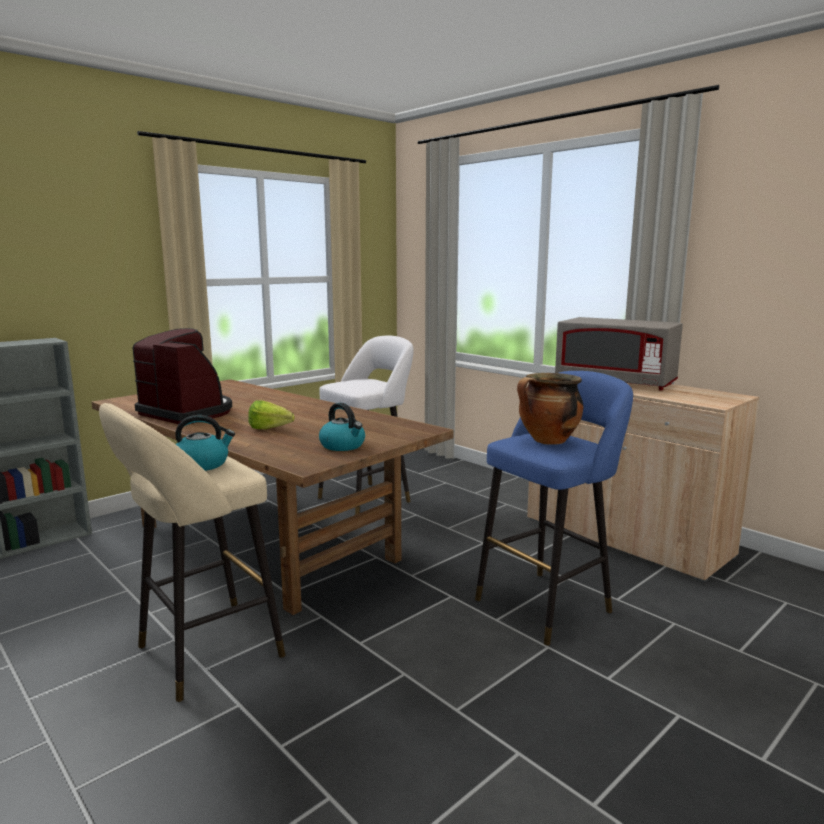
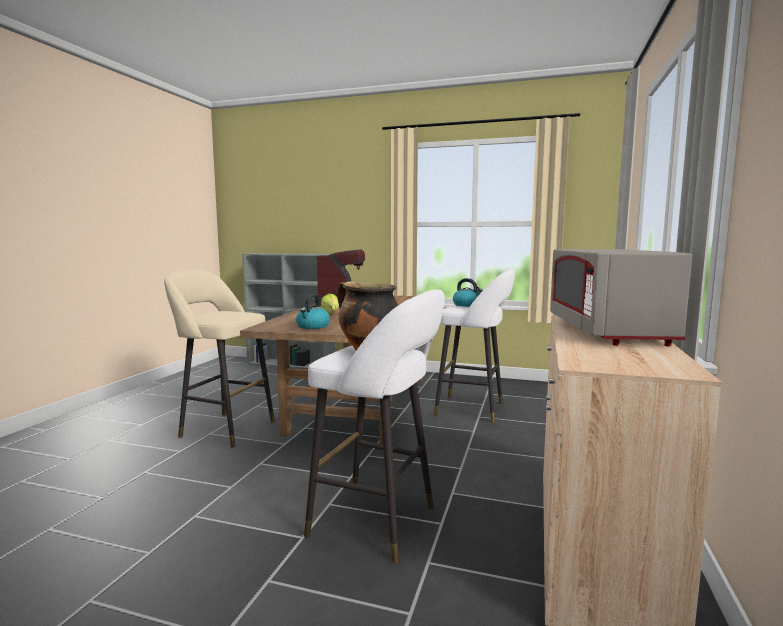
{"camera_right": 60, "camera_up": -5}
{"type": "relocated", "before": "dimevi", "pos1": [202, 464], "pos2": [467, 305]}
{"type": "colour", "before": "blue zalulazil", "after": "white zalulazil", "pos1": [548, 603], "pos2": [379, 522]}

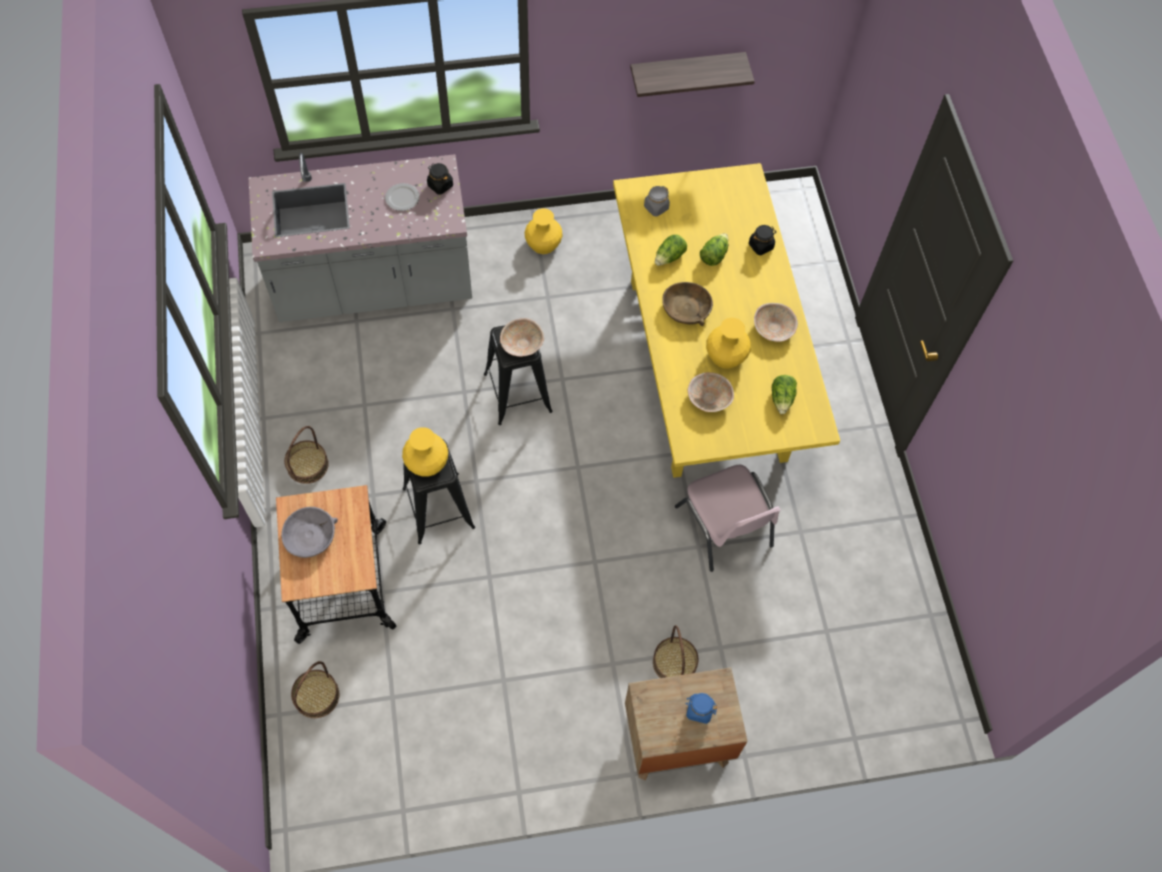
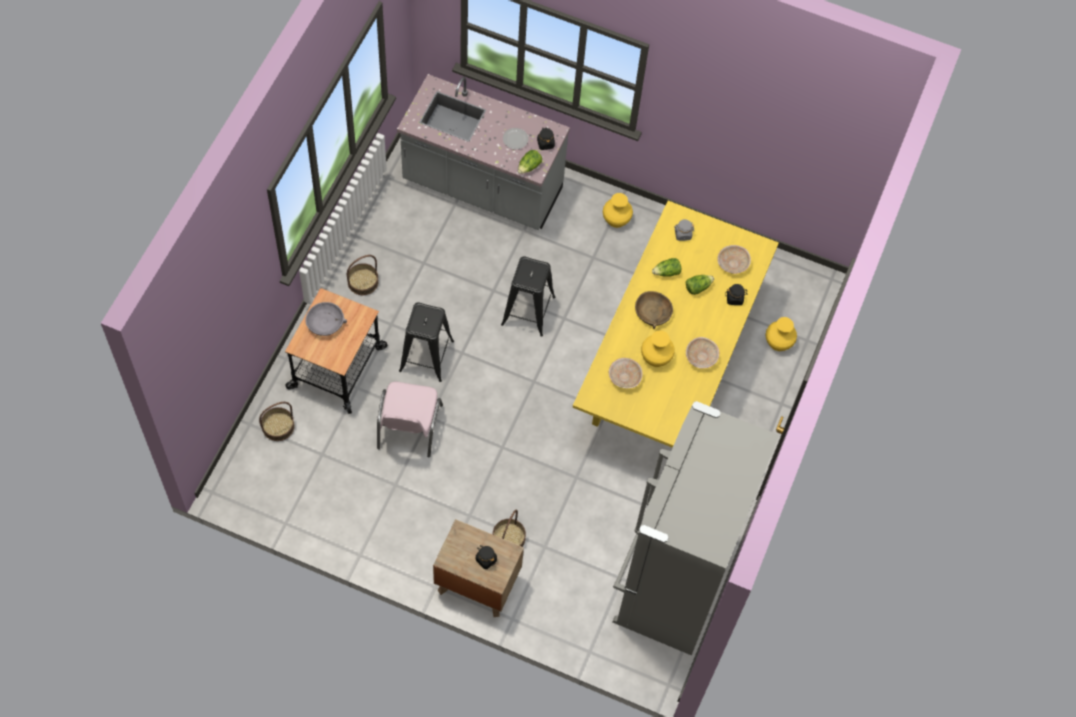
{"camera_right": 30, "camera_up": 0}
{"type": "missing", "before": "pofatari", "pos1": [686, 71]}
{"type": "appeared", "after": "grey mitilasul", "pos2": [672, 580]}
{"type": "relocated", "before": "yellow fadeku", "pos1": [427, 462], "pos2": [778, 341]}
{"type": "relocated", "before": "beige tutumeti", "pos1": [521, 344], "pos2": [732, 264]}
{"type": "relocated", "before": "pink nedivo", "pos1": [725, 527], "pos2": [408, 427]}
{"type": "relocated", "before": "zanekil", "pos1": [782, 399], "pos2": [529, 167]}
{"type": "colour", "before": "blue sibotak", "after": "black sibotak", "pos1": [699, 710], "pos2": [486, 559]}

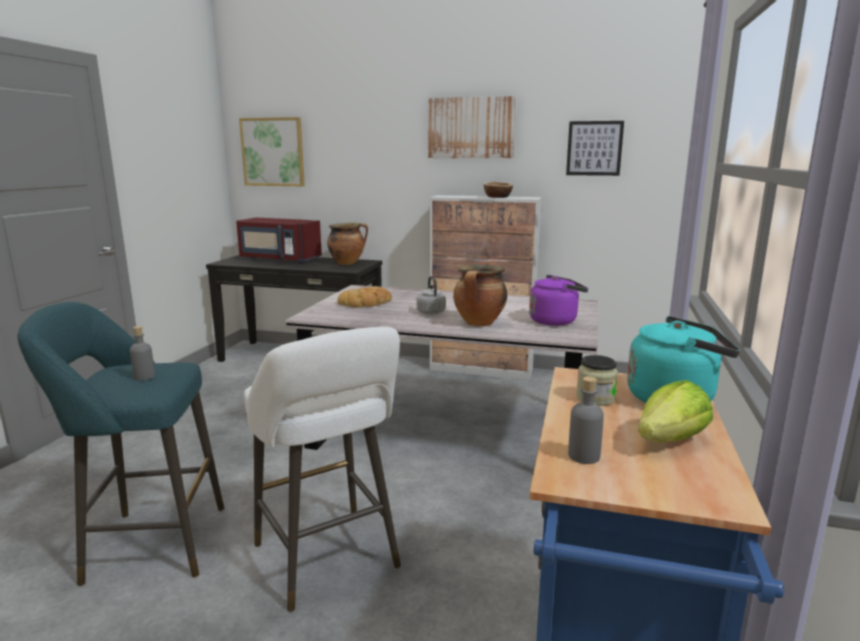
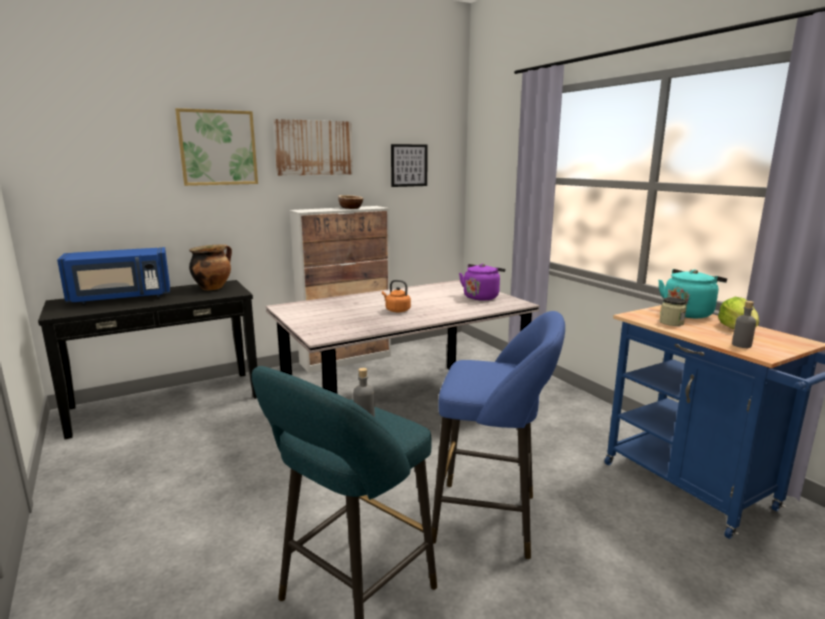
{"camera_right": -45, "camera_up": 0}
{"type": "missing", "before": "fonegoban", "pos1": [366, 303]}
{"type": "missing", "before": "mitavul", "pos1": [479, 323]}
{"type": "relocated", "before": "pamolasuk", "pos1": [273, 152], "pos2": [218, 148]}
{"type": "colour", "before": "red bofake", "after": "blue bofake", "pos1": [279, 259], "pos2": [121, 298]}
{"type": "colour", "before": "white zalulazil", "after": "blue zalulazil", "pos1": [329, 560], "pos2": [492, 519]}
{"type": "colour", "before": "grey dimevi", "after": "orange dimevi", "pos1": [430, 312], "pos2": [396, 310]}

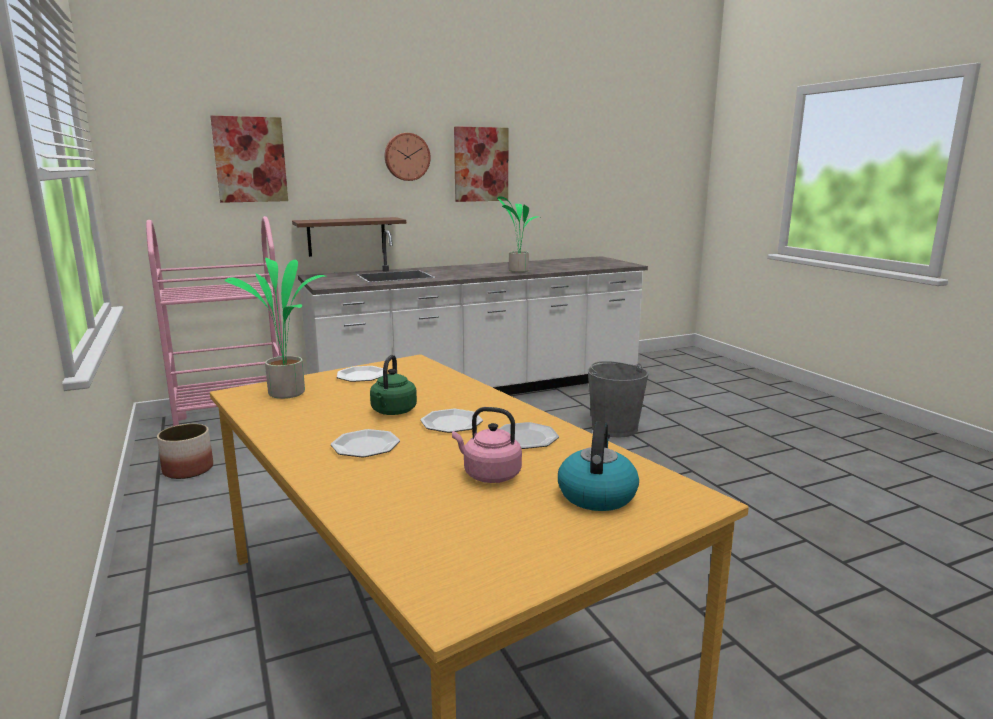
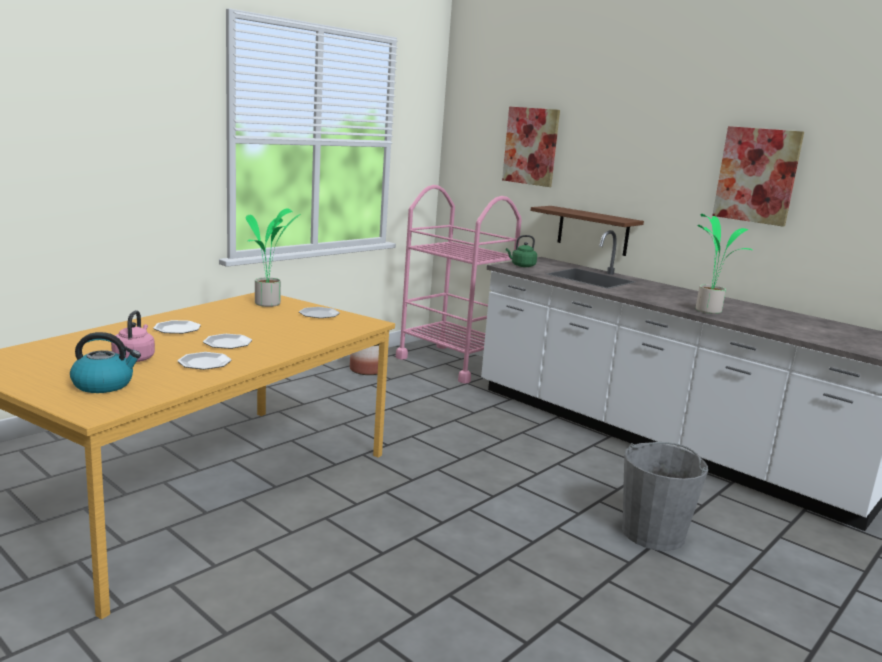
{"camera_right": 65, "camera_up": 0}
{"type": "missing", "before": "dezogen", "pos1": [406, 157]}
{"type": "relocated", "before": "green dimevi", "pos1": [393, 412], "pos2": [521, 266]}

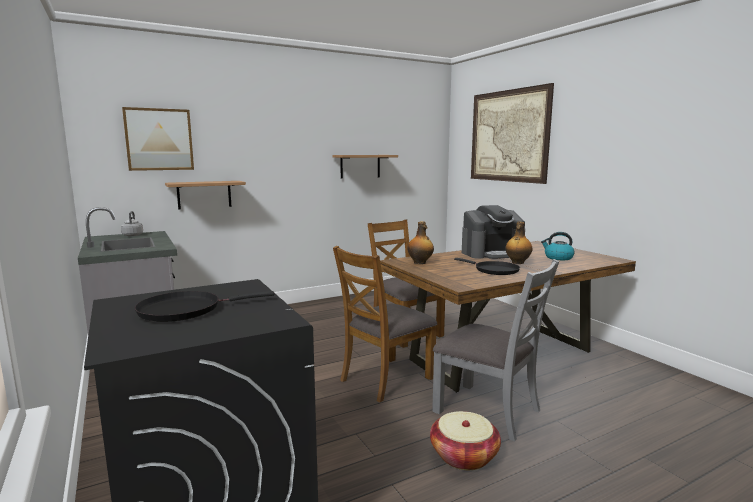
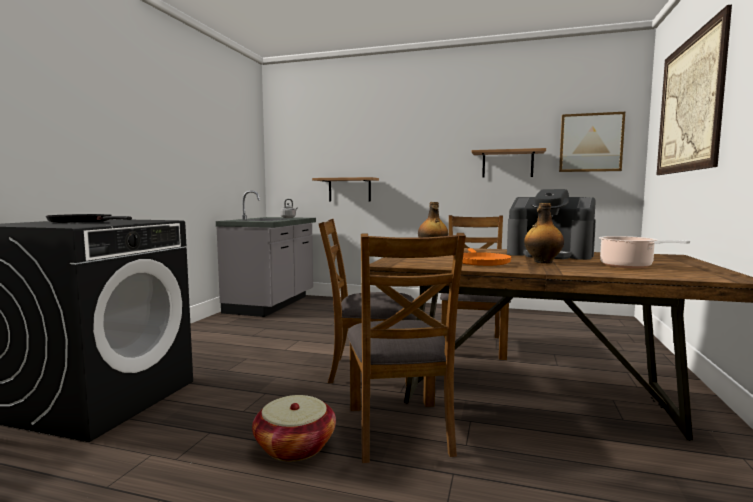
{"camera_right": 45, "camera_up": -5}
{"type": "relocated", "before": "pamolasuk", "pos1": [159, 139], "pos2": [590, 142]}
{"type": "exchanged", "before": "dimevi", "after": "mitavul", "pos1": [558, 258], "pos2": [629, 266]}
{"type": "colour", "before": "grey nedivo", "after": "brown nedivo", "pos1": [488, 410], "pos2": [400, 429]}
{"type": "colour", "before": "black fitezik", "after": "orange fitezik", "pos1": [494, 270], "pos2": [480, 262]}

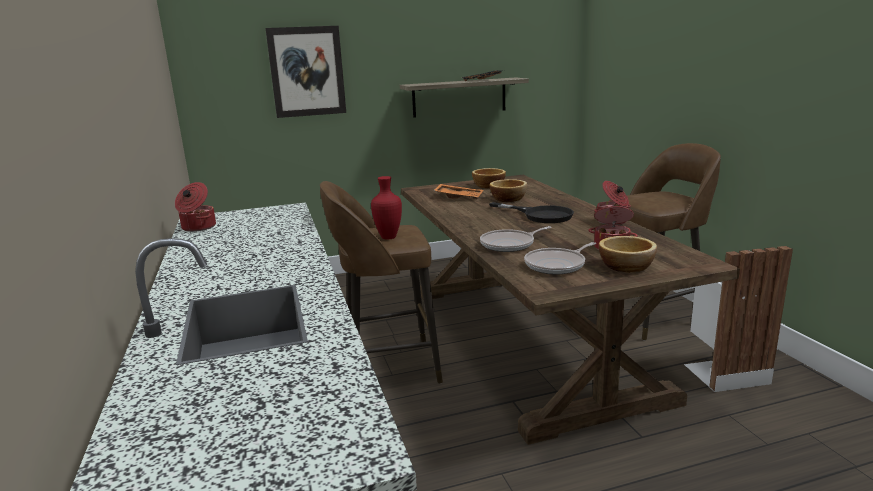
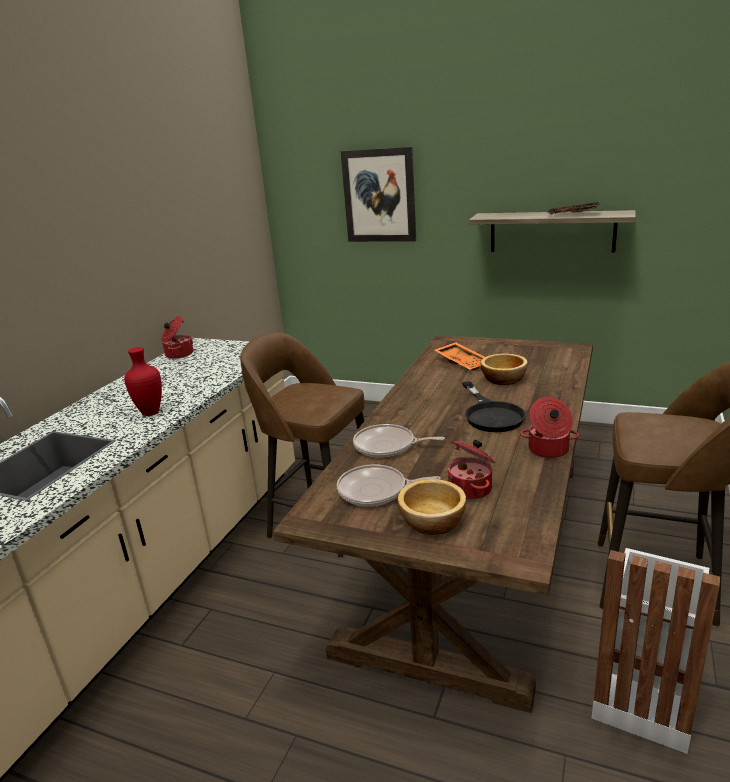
{"camera_right": 40, "camera_up": 5}
{"type": "missing", "before": "tutumeti", "pos1": [488, 186]}
{"type": "relocated", "before": "red fadeku", "pos1": [389, 238], "pos2": [150, 413]}

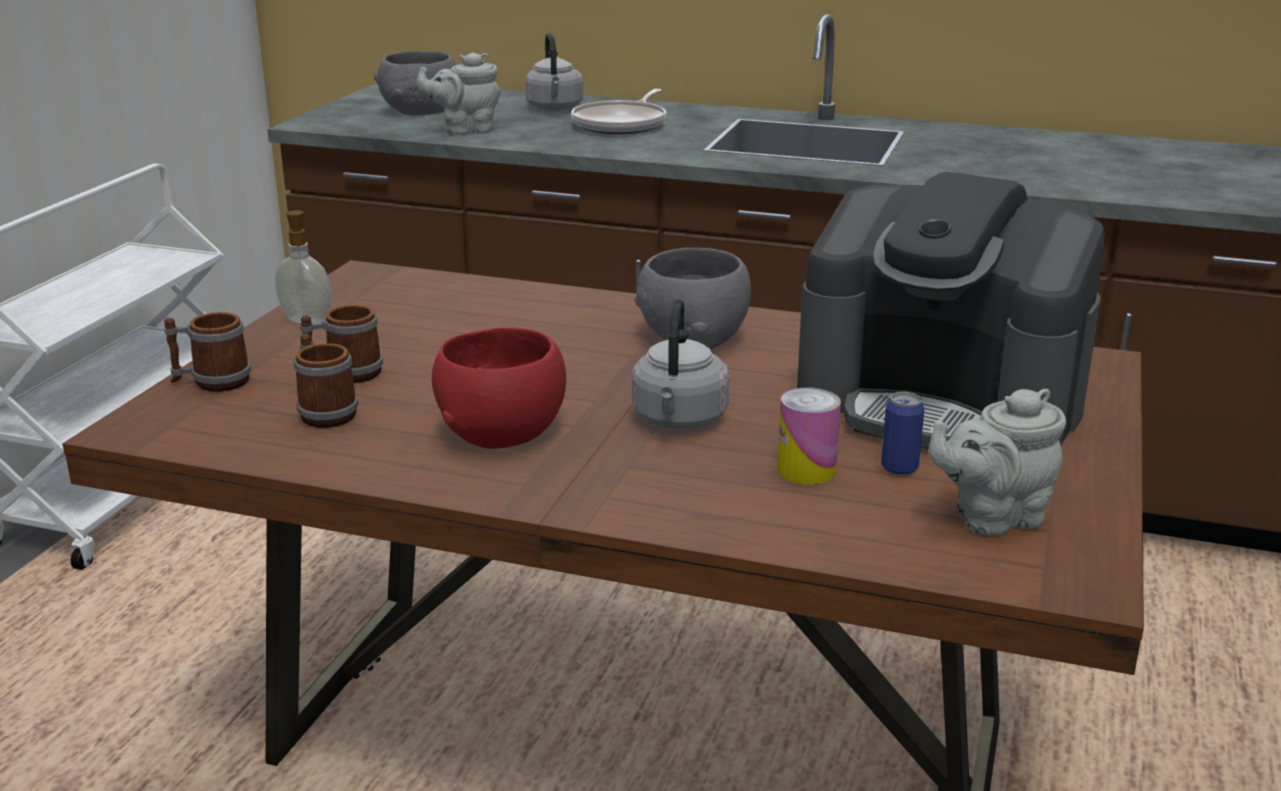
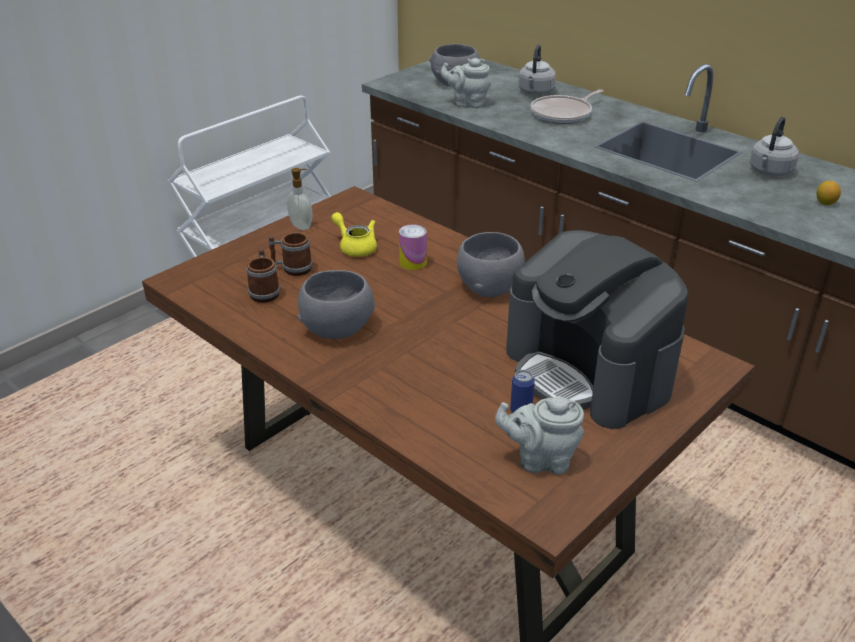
{"camera_right": 25, "camera_up": 10}
{"type": "missing", "before": "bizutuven", "pos1": [211, 382]}
{"type": "appeared", "after": "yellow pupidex", "pos2": [355, 247]}
{"type": "appeared", "after": "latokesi", "pos2": [825, 203]}
{"type": "relocated", "before": "grey dimevi", "pos1": [679, 420], "pos2": [769, 172]}
{"type": "relocated", "before": "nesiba", "pos1": [806, 470], "pos2": [413, 263]}
{"type": "colour", "before": "red tutumeti", "after": "grey tutumeti", "pos1": [500, 431], "pos2": [337, 327]}

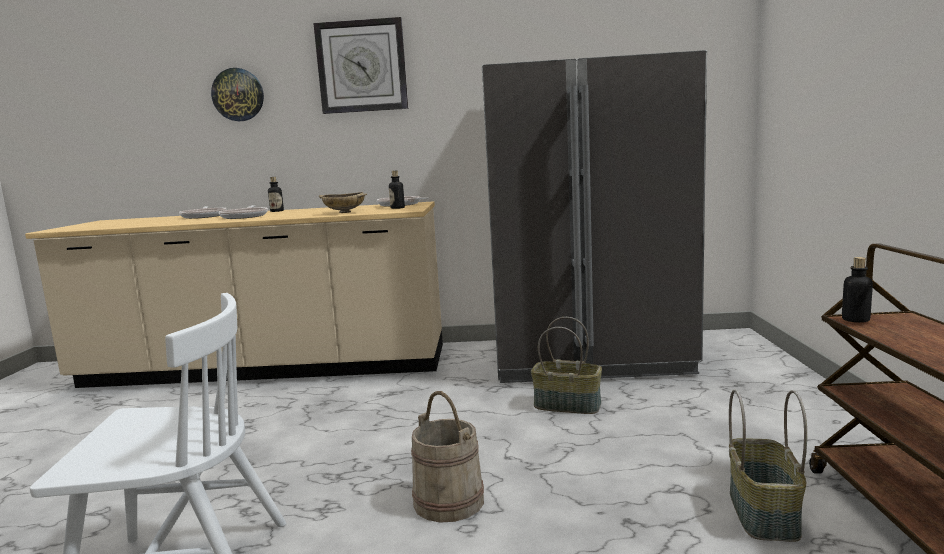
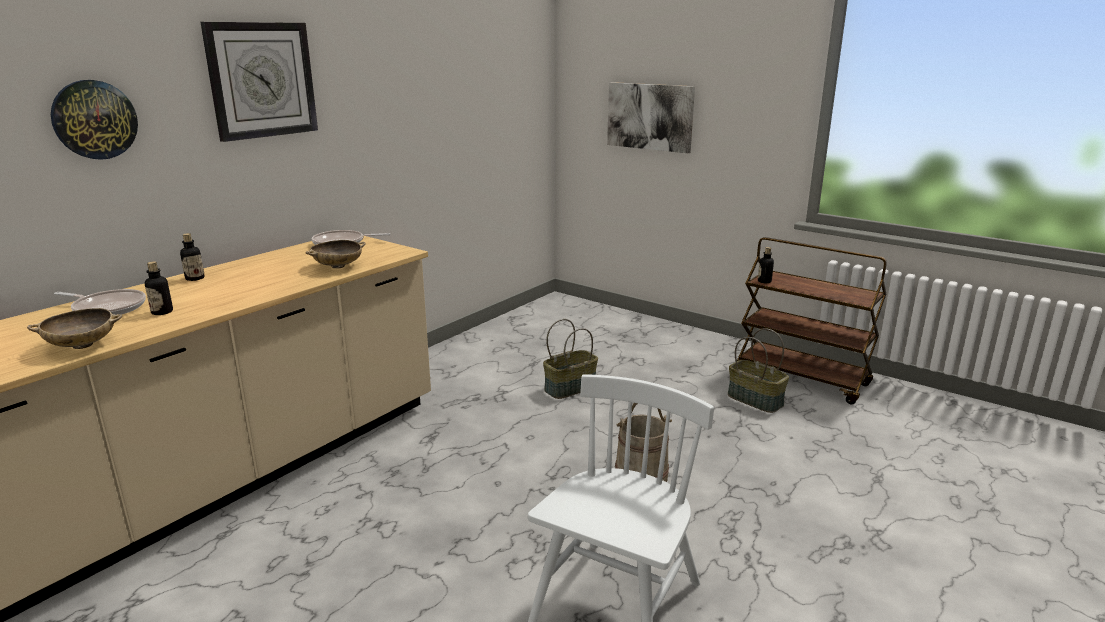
{"camera_right": -55, "camera_up": 10}
{"type": "missing", "before": "fitezik", "pos1": [245, 216]}
{"type": "missing", "before": "grey mitilasul", "pos1": [588, 358]}
{"type": "appeared", "after": "beige tutumeti", "pos2": [82, 346]}
{"type": "appeared", "after": "pamolasuk", "pos2": [650, 116]}
{"type": "relocated", "before": "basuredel", "pos1": [397, 208], "pos2": [162, 312]}

